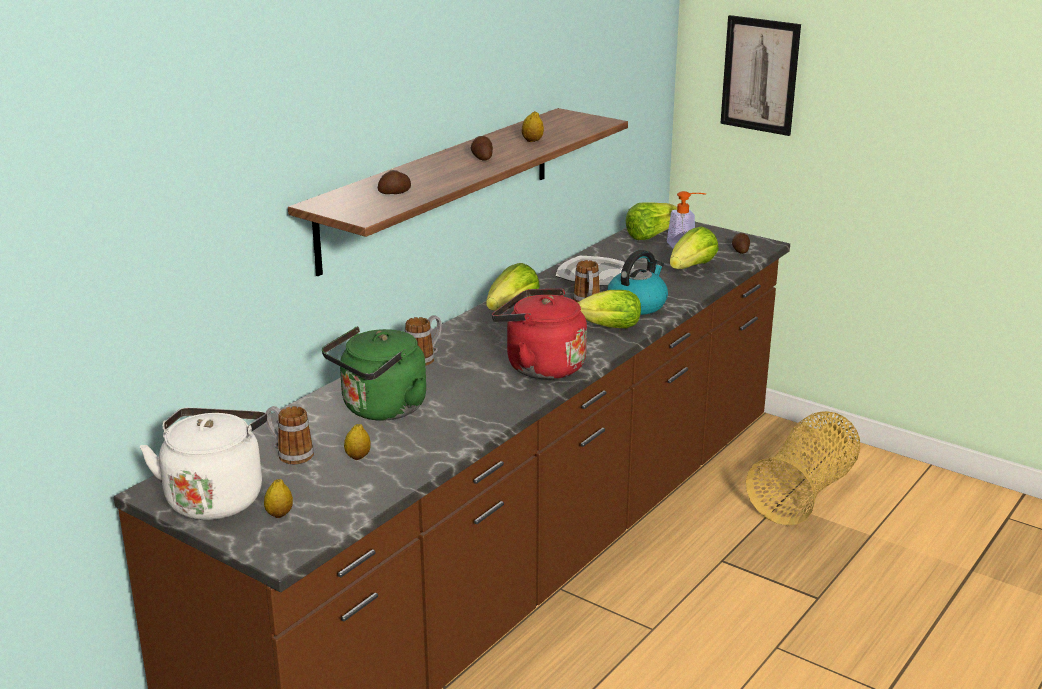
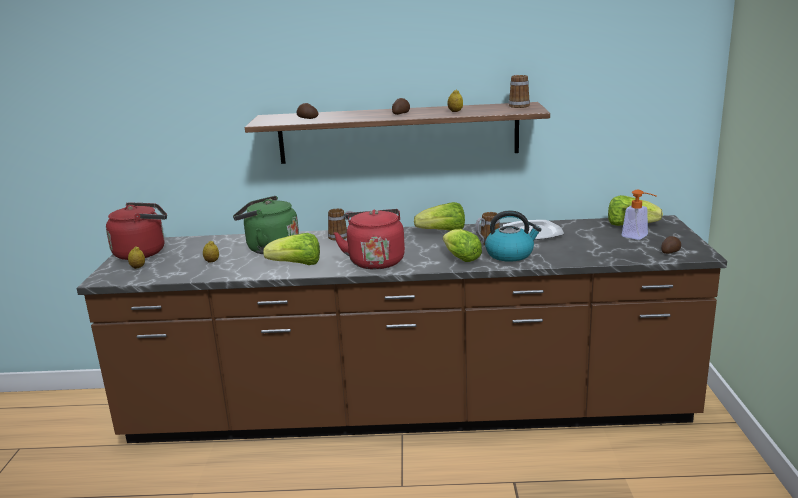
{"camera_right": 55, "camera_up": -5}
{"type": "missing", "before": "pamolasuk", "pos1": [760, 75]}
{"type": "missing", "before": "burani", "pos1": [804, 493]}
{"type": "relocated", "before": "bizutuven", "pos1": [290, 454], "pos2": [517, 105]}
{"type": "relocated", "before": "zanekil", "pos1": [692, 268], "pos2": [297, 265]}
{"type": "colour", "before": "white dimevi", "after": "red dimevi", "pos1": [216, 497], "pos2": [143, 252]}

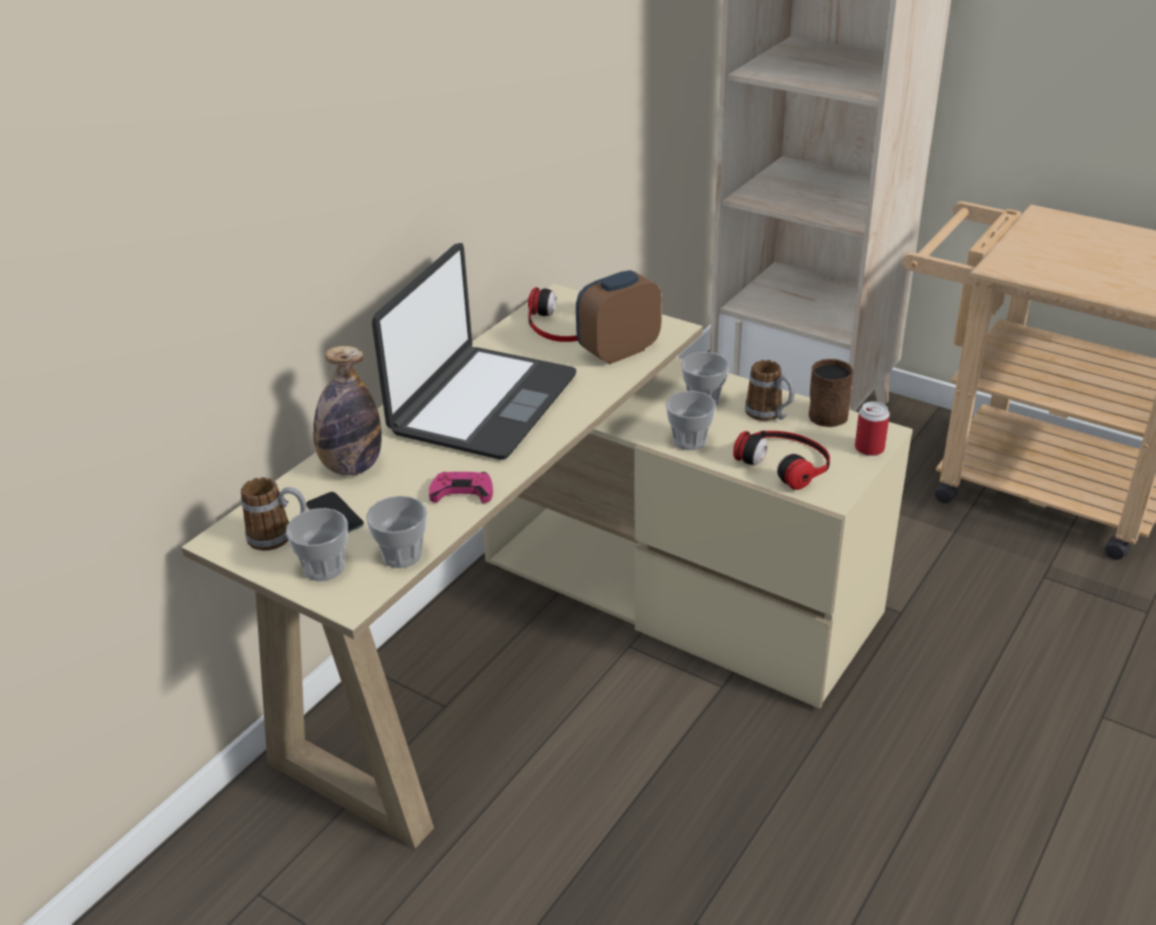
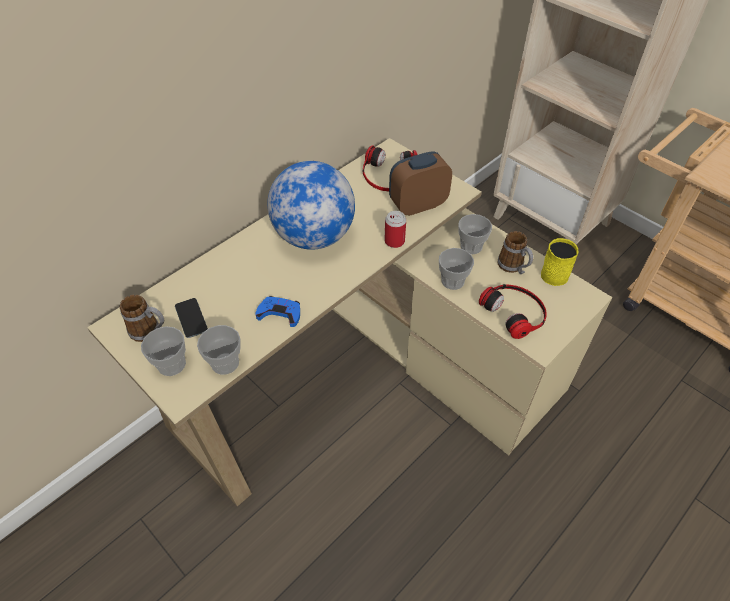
{"camera_right": 10, "camera_up": 15}
{"type": "missing", "before": "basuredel", "pos1": [352, 467]}
{"type": "relocated", "before": "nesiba", "pos1": [869, 448], "pos2": [394, 241]}
{"type": "exchanged", "before": "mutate", "after": "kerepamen", "pos1": [482, 404], "pos2": [314, 237]}
{"type": "colour", "before": "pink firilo", "after": "blue firilo", "pos1": [462, 492], "pos2": [280, 313]}
{"type": "colour", "before": "brown bizutuven", "after": "yellow bizutuven", "pos1": [828, 412], "pos2": [555, 272]}

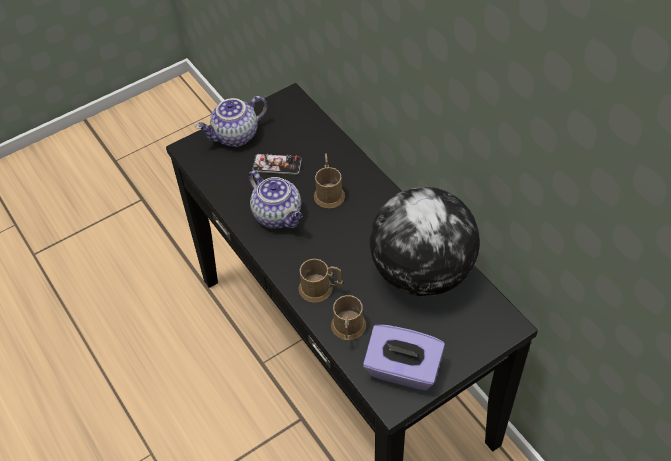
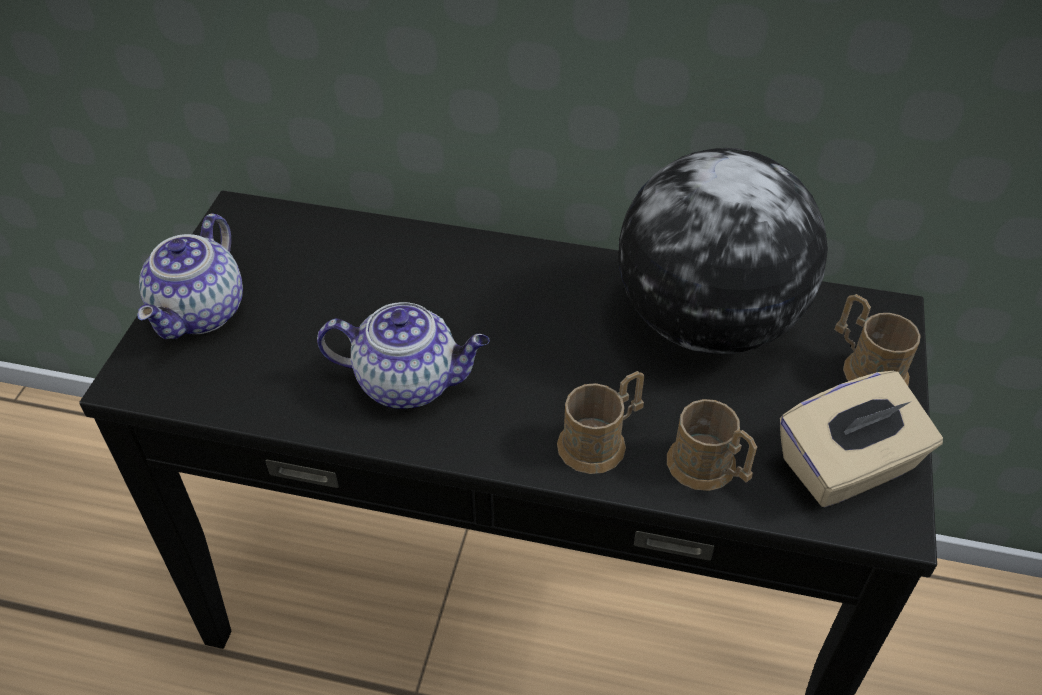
{"camera_right": -45, "camera_up": -5}
{"type": "missing", "before": "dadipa", "pos1": [277, 165]}
{"type": "relocated", "before": "brown bizutuven", "pos1": [328, 192], "pos2": [866, 367]}
{"type": "colour", "before": "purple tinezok", "after": "beige tinezok", "pos1": [402, 370], "pos2": [847, 467]}

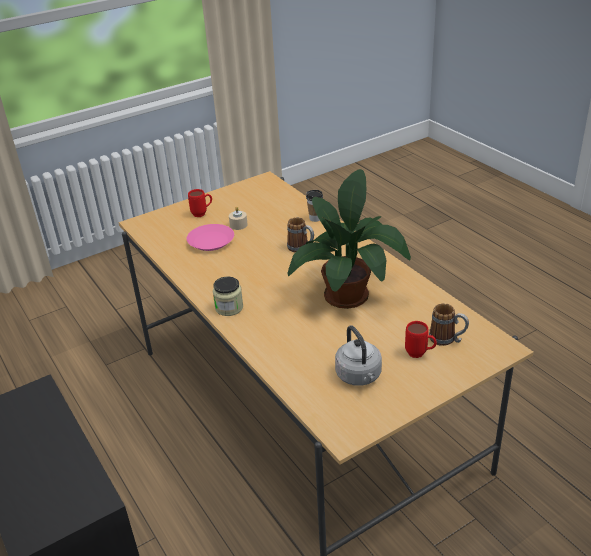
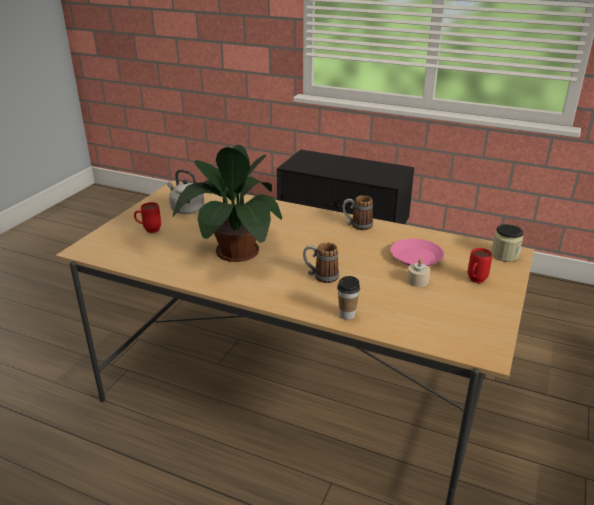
{"camera_right": 145, "camera_up": -5}
{"type": "relocated", "before": "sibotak", "pos1": [229, 308], "pos2": [504, 255]}
{"type": "relocated", "before": "bizutuven", "pos1": [447, 340], "pos2": [357, 225]}

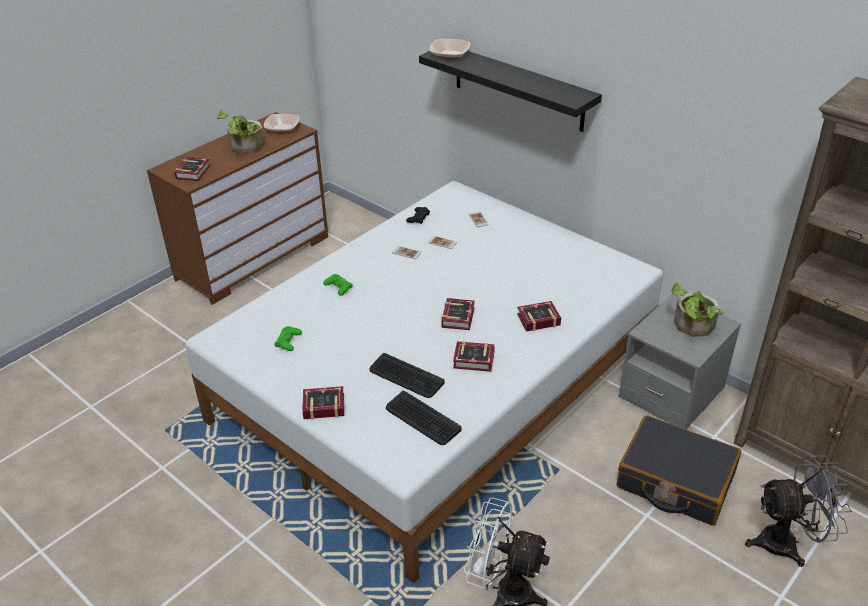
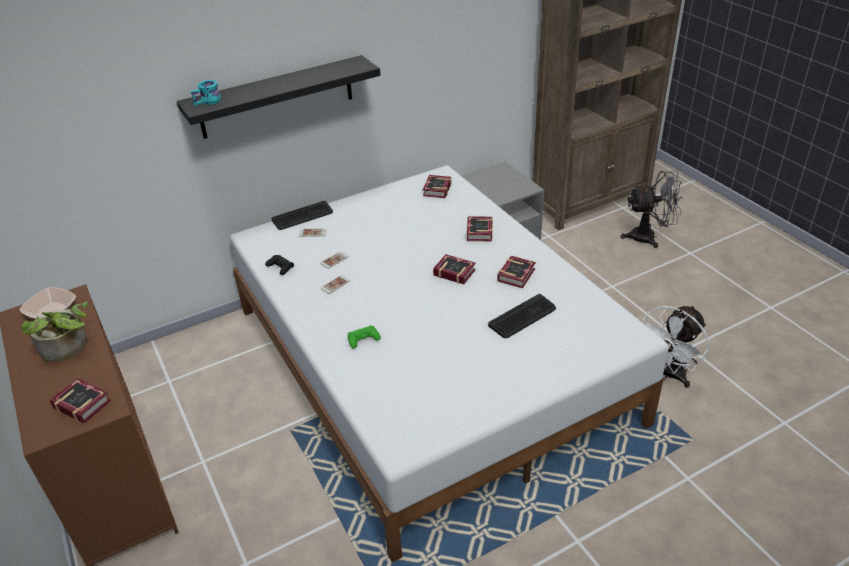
{"camera_right": -70, "camera_up": 0}
{"type": "missing", "before": "green firilo", "pos1": [288, 341]}
{"type": "missing", "before": "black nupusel", "pos1": [675, 481]}
{"type": "missing", "before": "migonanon", "pos1": [691, 327]}
{"type": "relocated", "before": "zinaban", "pos1": [322, 405], "pos2": [436, 190]}
{"type": "relocated", "before": "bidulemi", "pos1": [422, 419], "pos2": [302, 216]}
{"type": "exchanged", "before": "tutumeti", "after": "turquoise bizutuven", "pos1": [450, 55], "pos2": [208, 102]}
{"type": "spun", "before": "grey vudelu", "pos1": [787, 543], "pos2": [649, 237], "turn": 75}

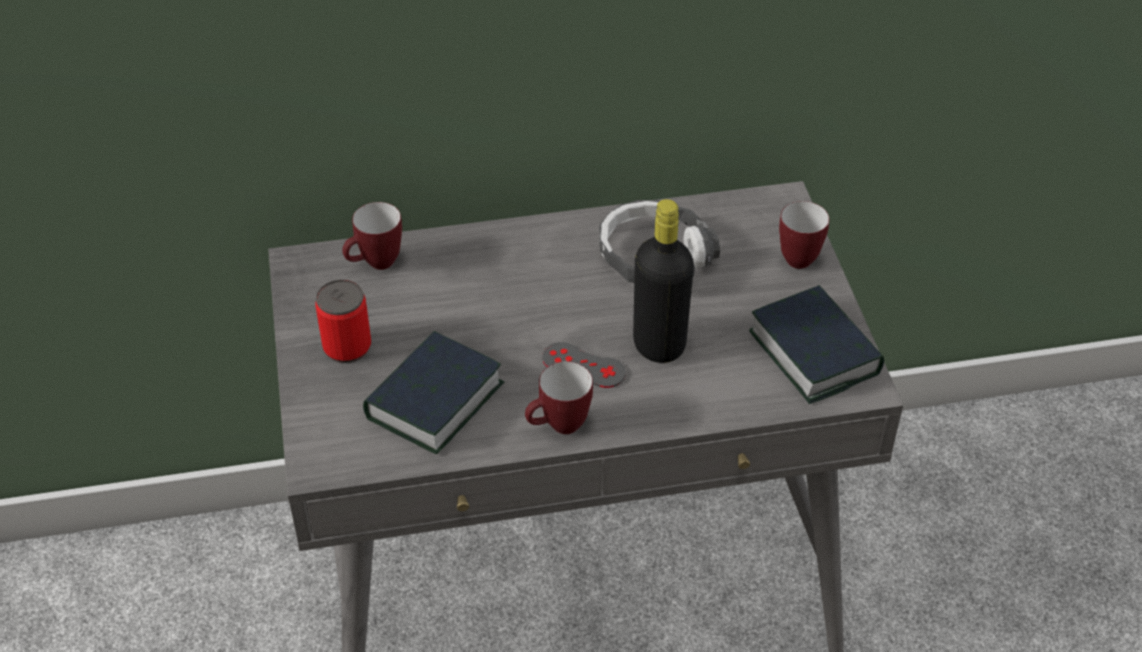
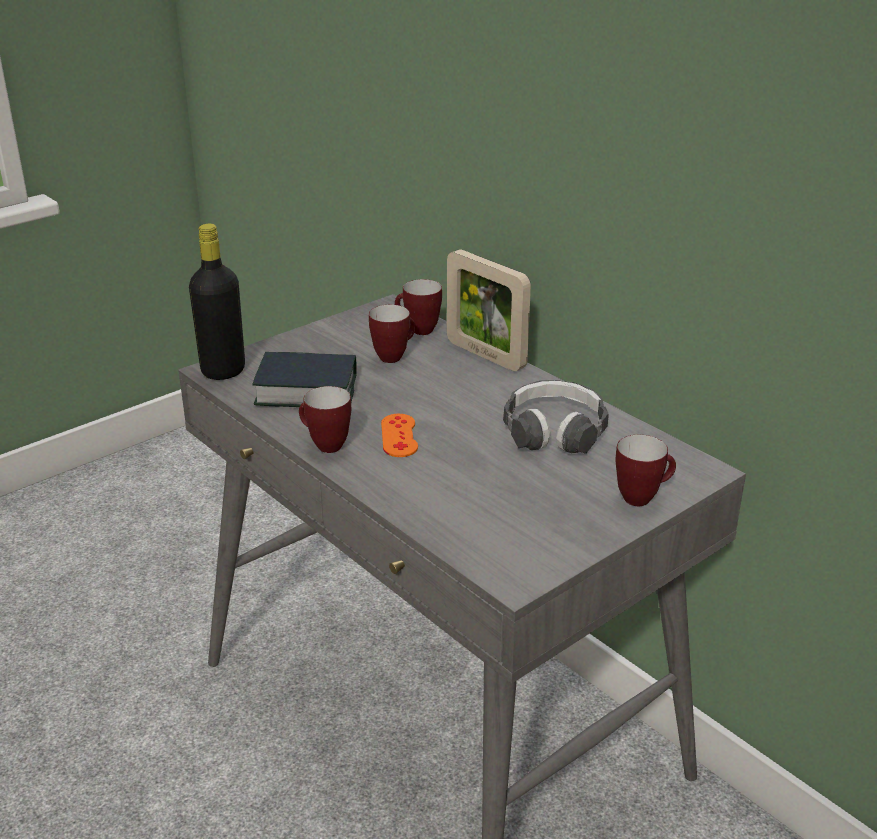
{"camera_right": 60, "camera_up": -15}
{"type": "missing", "before": "nesiba", "pos1": [347, 347]}
{"type": "missing", "before": "zinaban", "pos1": [814, 352]}
{"type": "appeared", "after": "bizutuven", "pos2": [394, 356]}
{"type": "appeared", "after": "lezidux", "pos2": [485, 355]}
{"type": "relocated", "before": "black basuredel", "pos1": [659, 345], "pos2": [223, 371]}
{"type": "colour", "before": "grey firilo", "after": "orange firilo", "pos1": [583, 365], "pos2": [399, 436]}

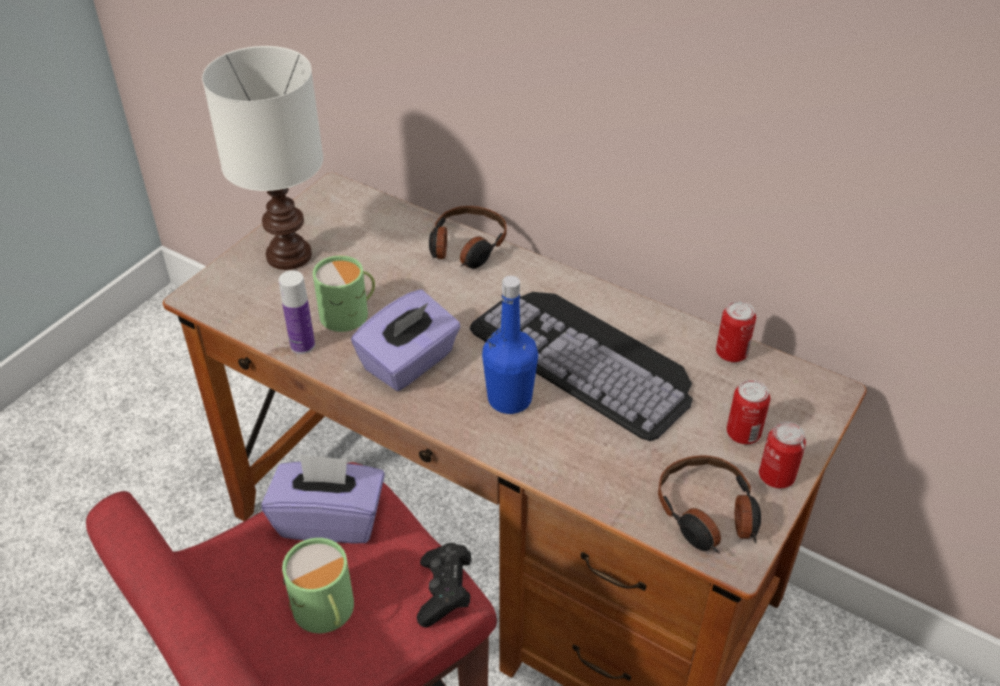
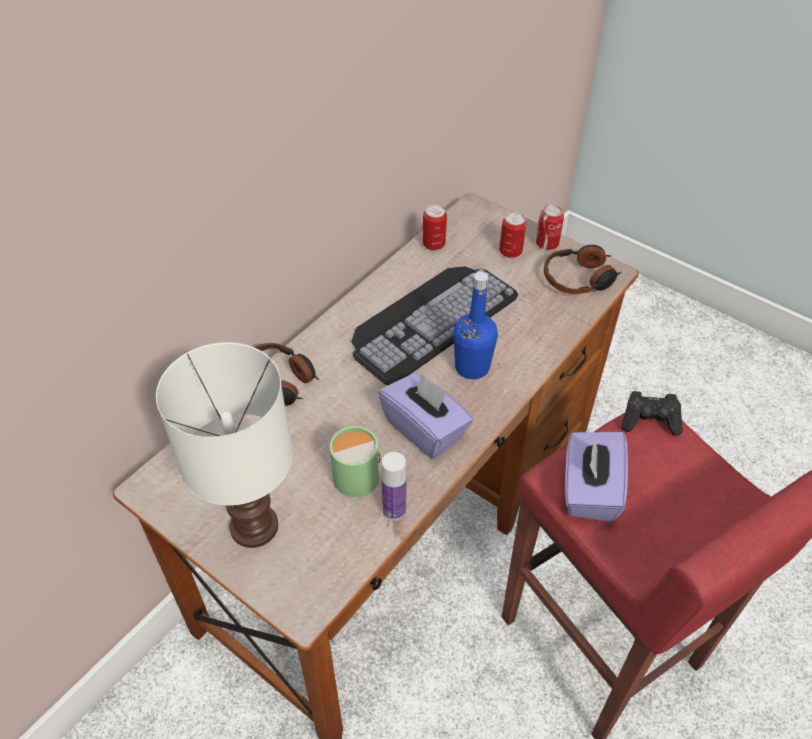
{"camera_right": -85, "camera_up": 5}
{"type": "missing", "before": "green bizutuven", "pos1": [325, 612]}

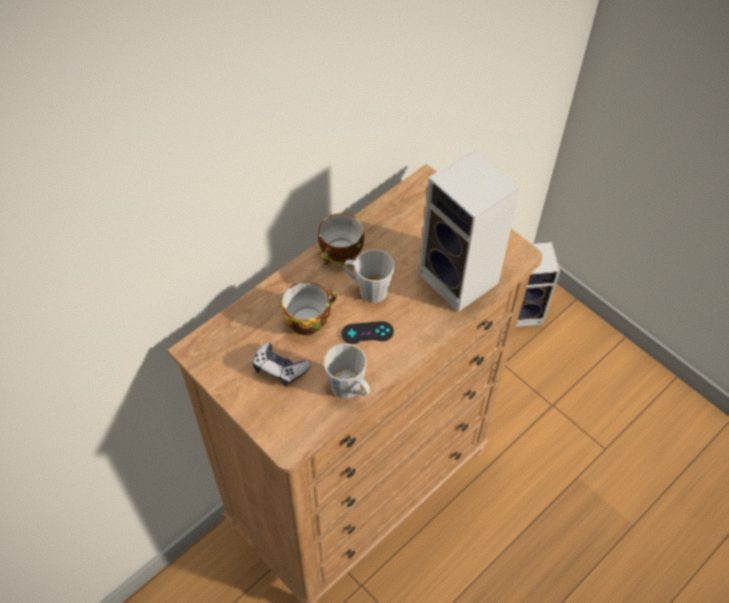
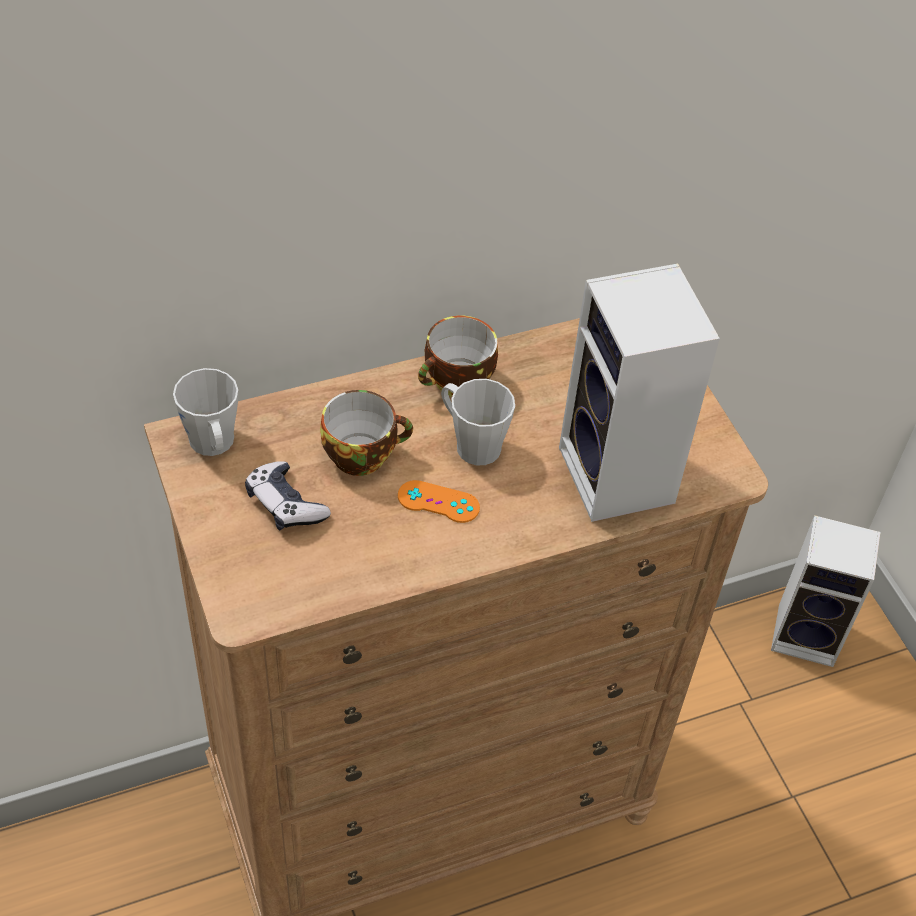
{"camera_right": 20, "camera_up": -5}
{"type": "relocated", "before": "grey bizutuven", "pos1": [349, 389], "pos2": [213, 445]}
{"type": "colour", "before": "black firilo", "after": "orange firilo", "pos1": [367, 333], "pos2": [438, 502]}

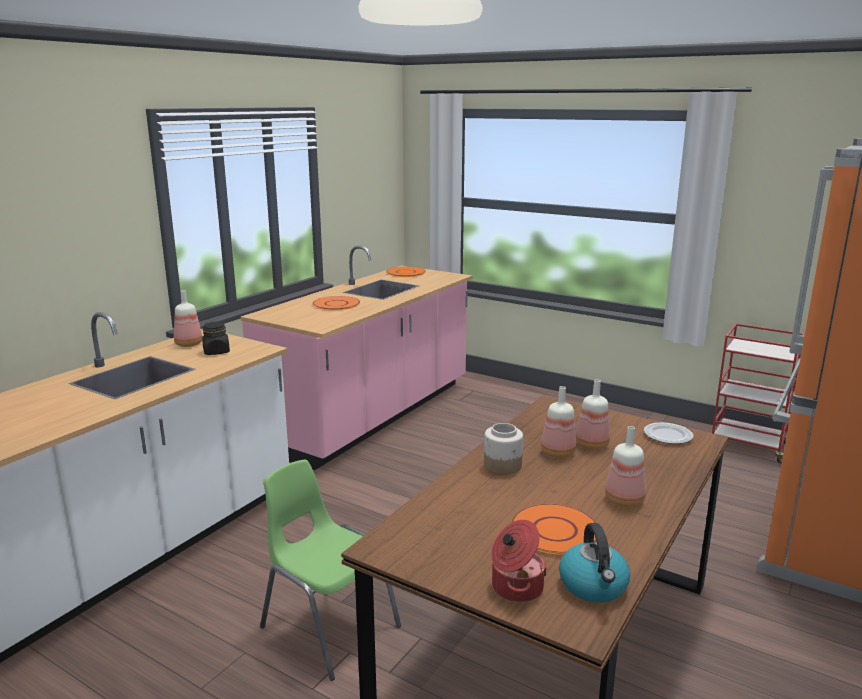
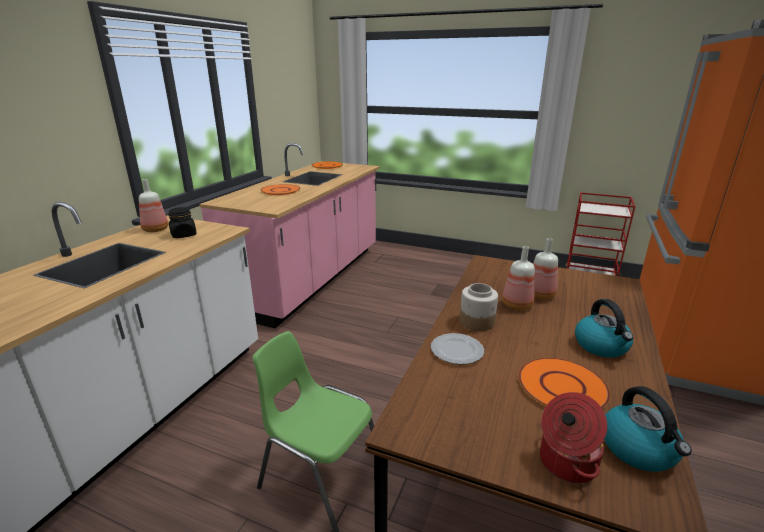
{"camera_right": -10, "camera_up": 5}
{"type": "relocated", "before": "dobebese", "pos1": [667, 436], "pos2": [456, 351]}
{"type": "exchanged", "before": "basuredel", "after": "dimevi", "pos1": [625, 500], "pos2": [601, 346]}

